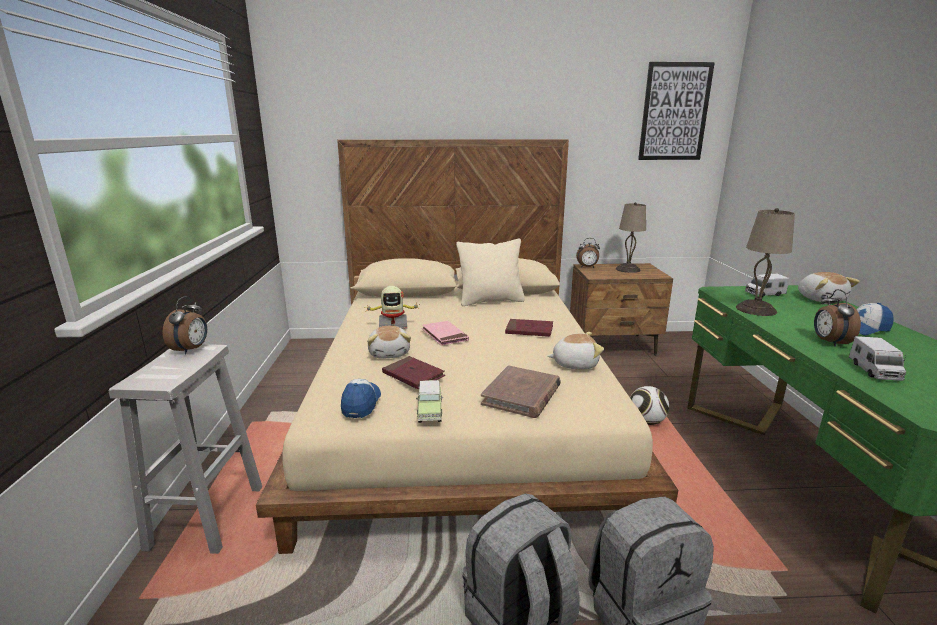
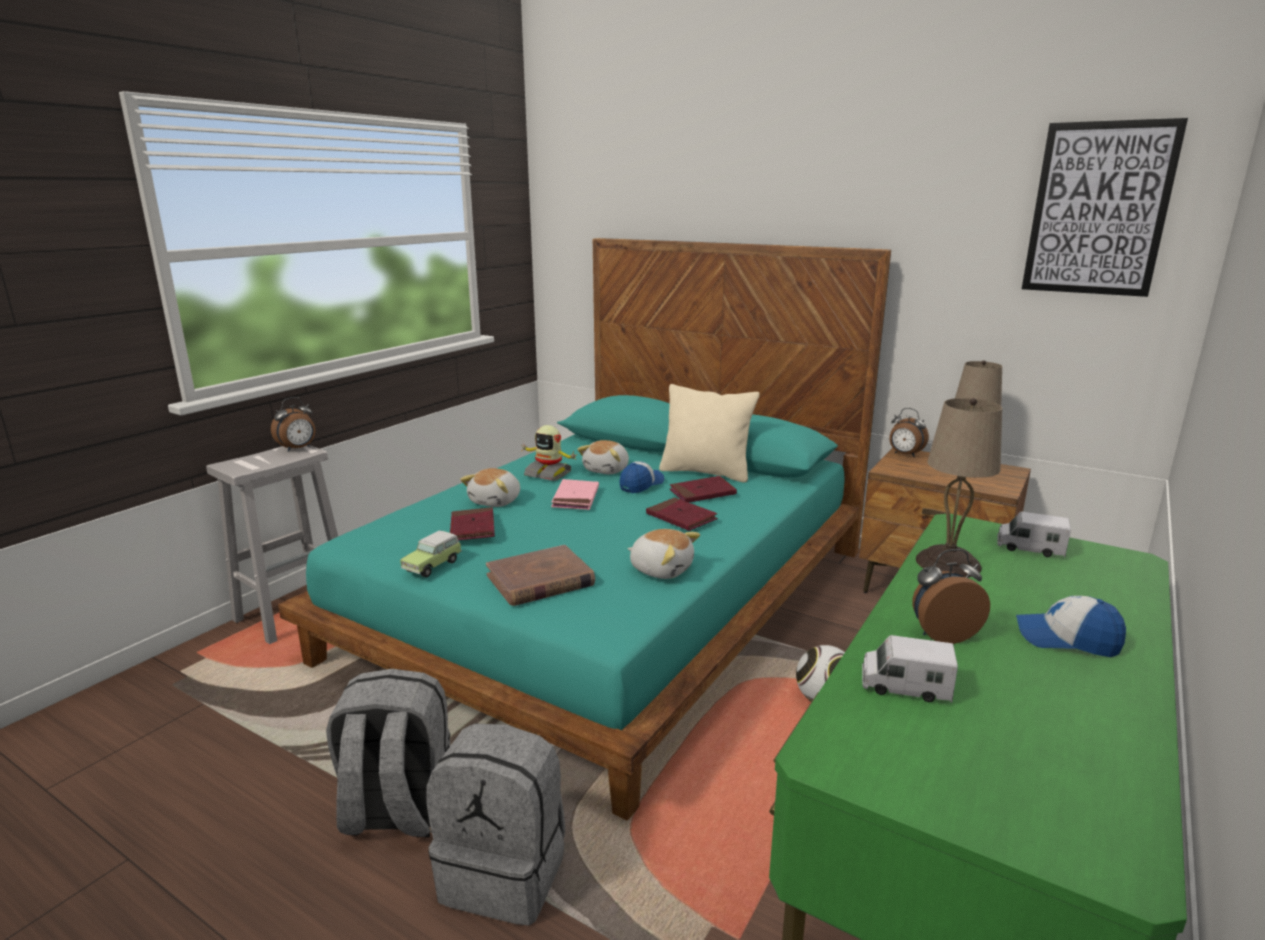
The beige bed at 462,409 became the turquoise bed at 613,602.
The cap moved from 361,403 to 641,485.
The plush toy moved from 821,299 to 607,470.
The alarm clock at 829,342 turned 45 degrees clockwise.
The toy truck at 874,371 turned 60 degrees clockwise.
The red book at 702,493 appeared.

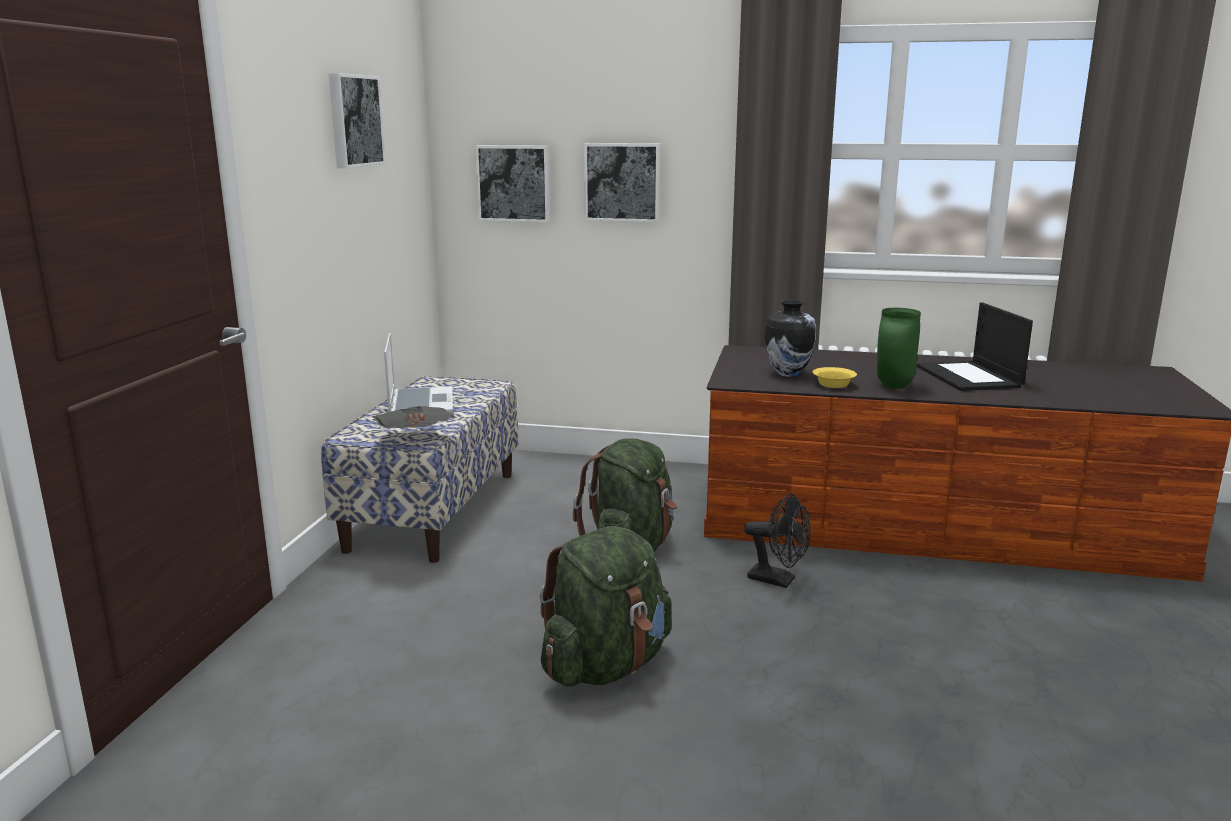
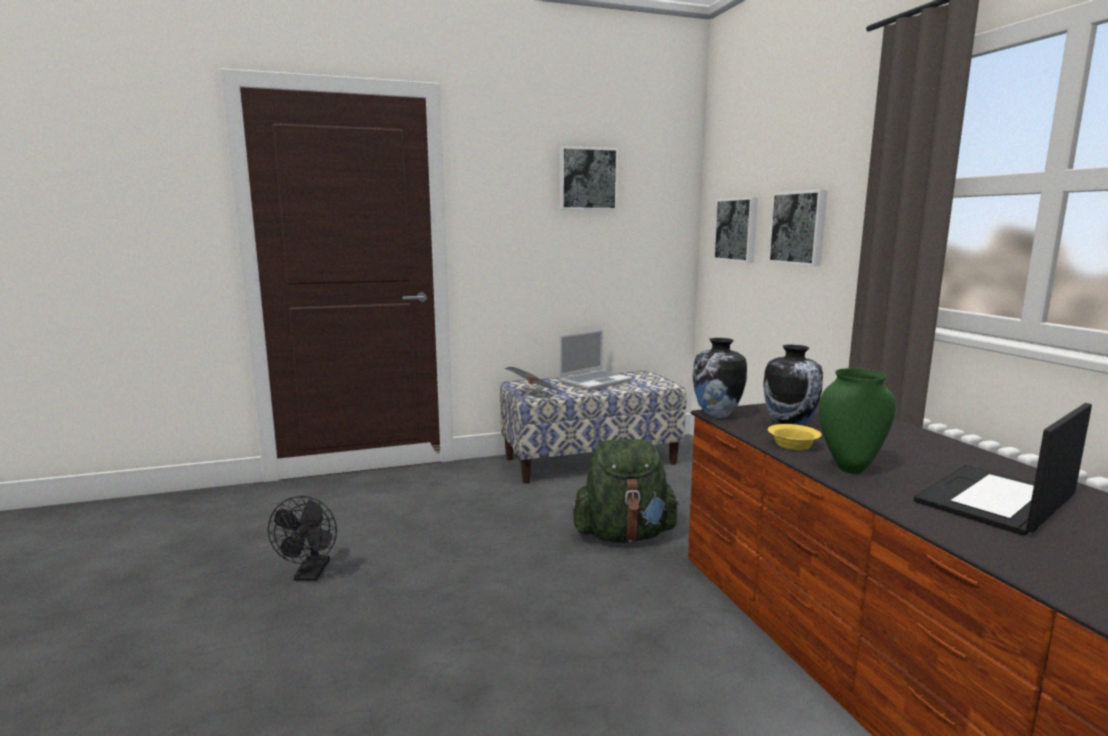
The green backpack at 606,666 disappeared.
The black fan moved from 778,580 to 310,574.
The vase at 716,415 appeared.

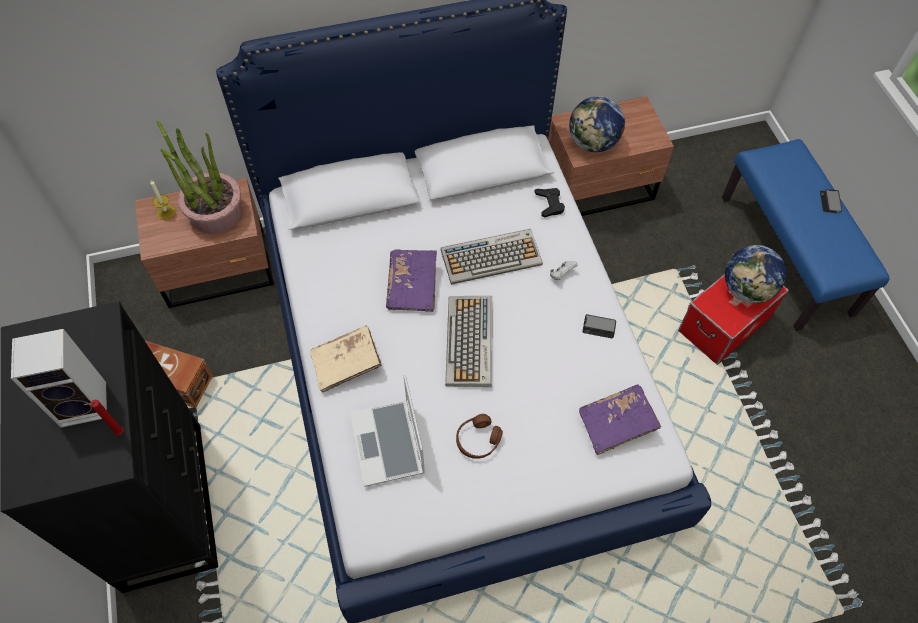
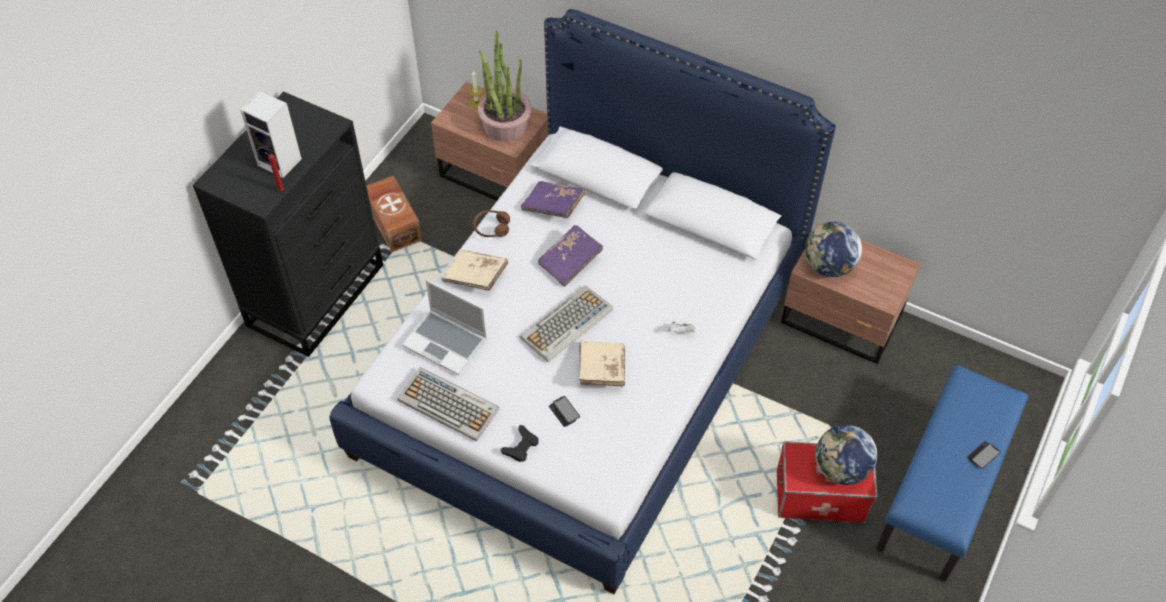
The laptop at 389,444 turned 90 degrees counterclockwise.
The keyboard moved from 492,257 to 449,404.
The brown headphones moved from 478,440 to 492,228.
The black game controller moved from 549,204 to 521,446.
The purple book moved from 616,424 to 553,206.
The phone moved from 599,327 to 564,412.
The beige book at 601,369 appeared.

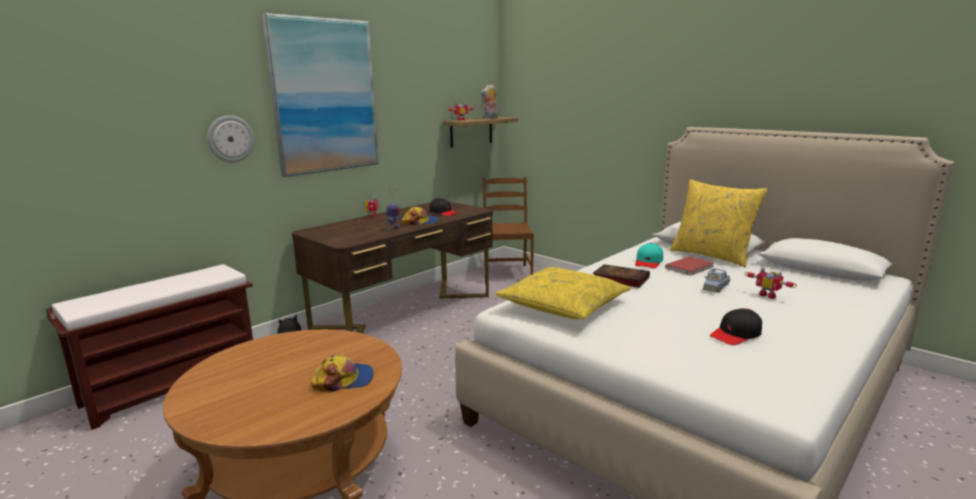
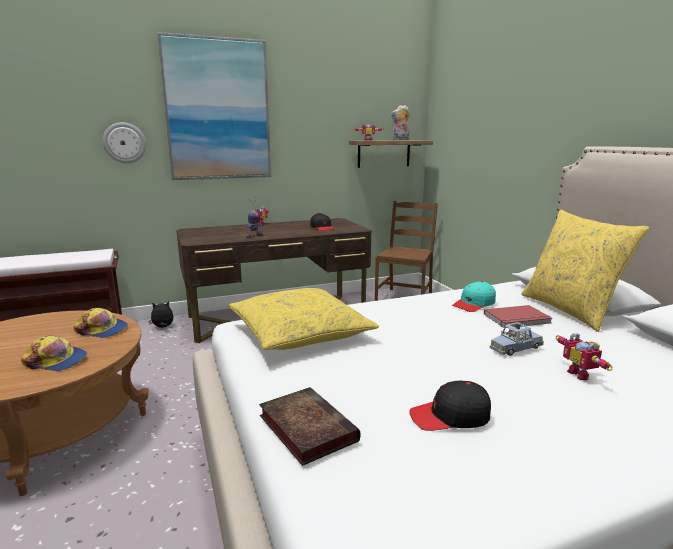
The cap moved from 420,222 to 102,330.
The book moved from 619,279 to 305,427.

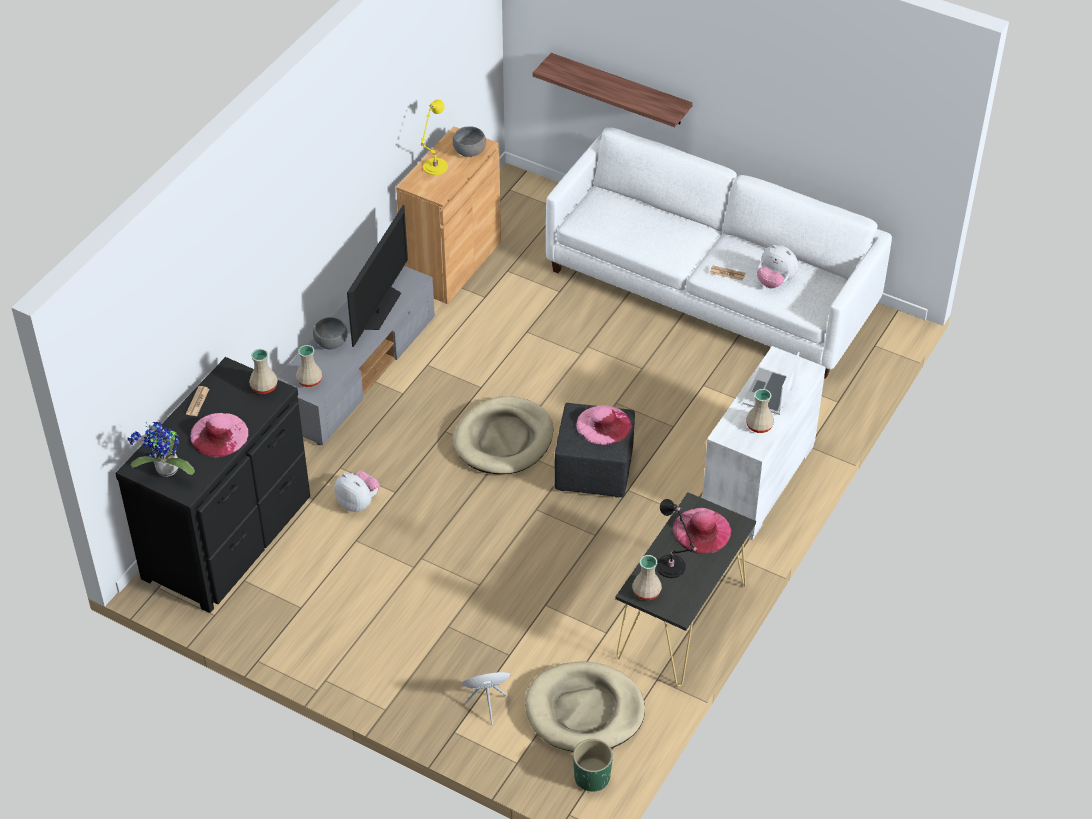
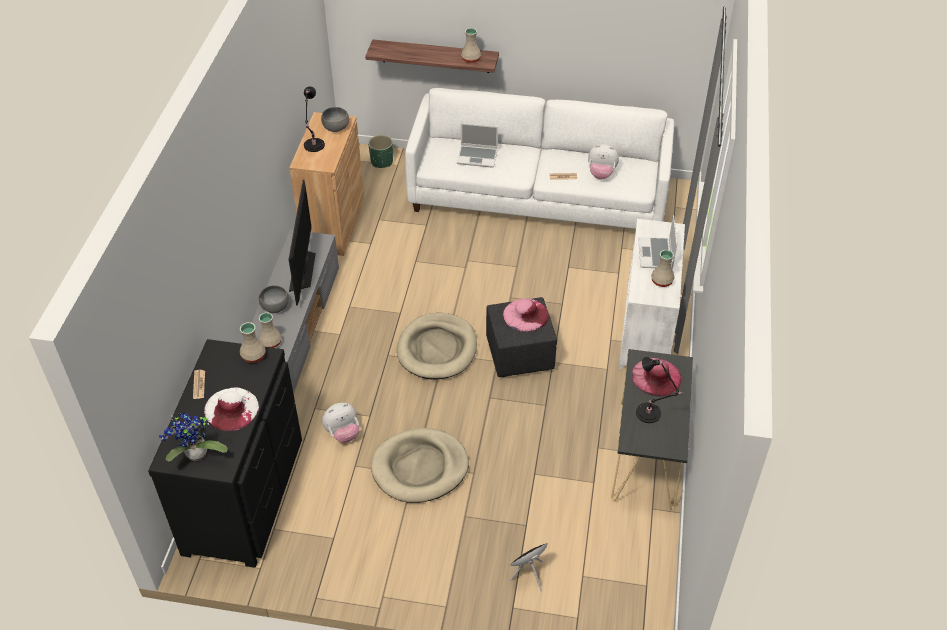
The pink hat at 219,435 became the white hat at 231,409.
The plush toy at 358,503 turned 135 degrees clockwise.
The yellow table lamp at 434,168 became the black table lamp at 313,146.
The beige dog bed moved from 584,711 to 420,468.
The green planter moved from 591,777 to 381,162.
The beige vase moved from 646,592 to 470,59.
The laptop at 477,157 appeared.

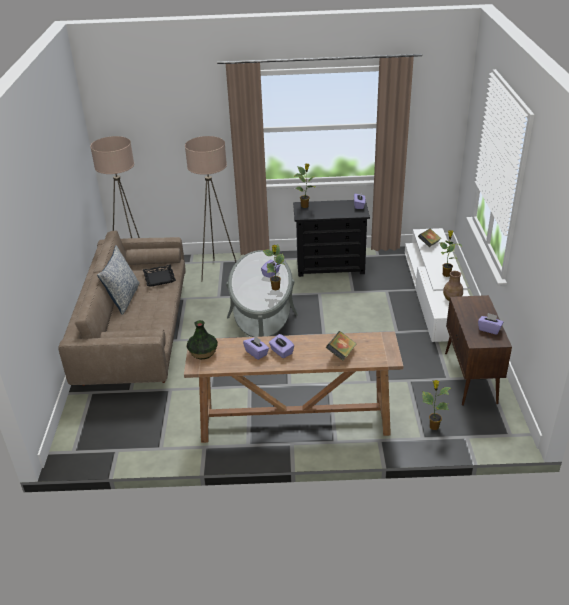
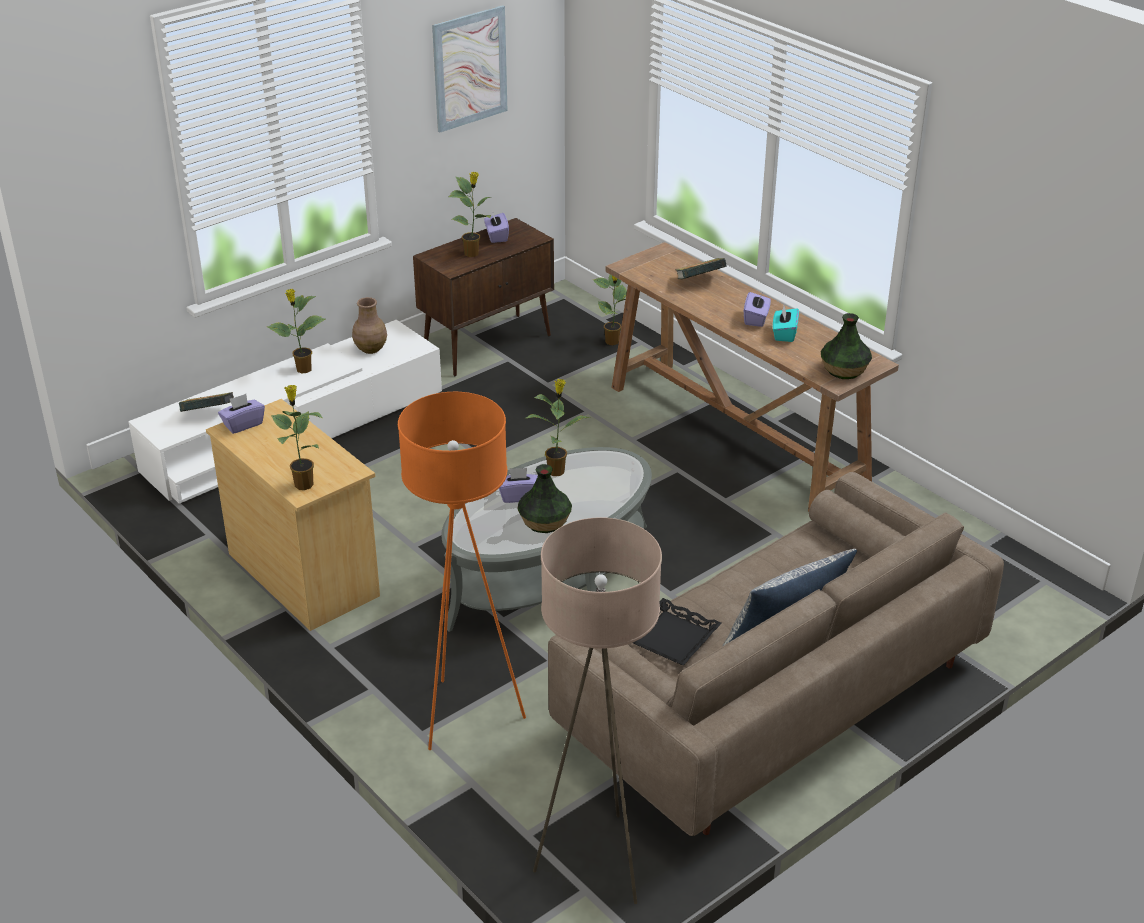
The beige floor lamp at 218,271 became the orange floor lamp at 466,716.
The purple tissue box at 256,353 became the turquoise tissue box at 784,334.
The black dresser at 330,266 became the beige dresser at 303,574.
The picture at 470,68 appeared.
The potted plant at 472,253 appeared.
The vase at 545,522 appeared.

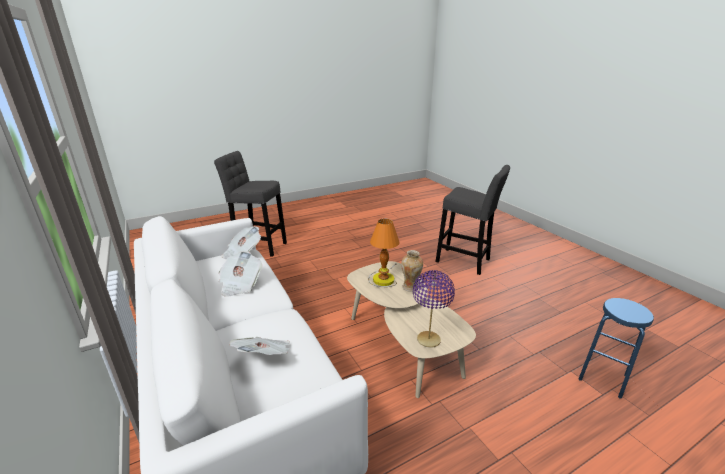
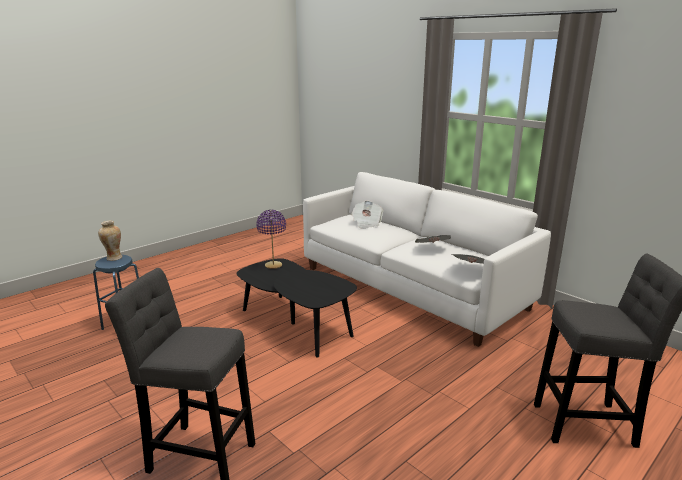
The beige coffee table at 402,344 became the black coffee table at 295,323.
The table lamp at 383,278 disappeared.
The vase moved from 410,287 to 114,258.

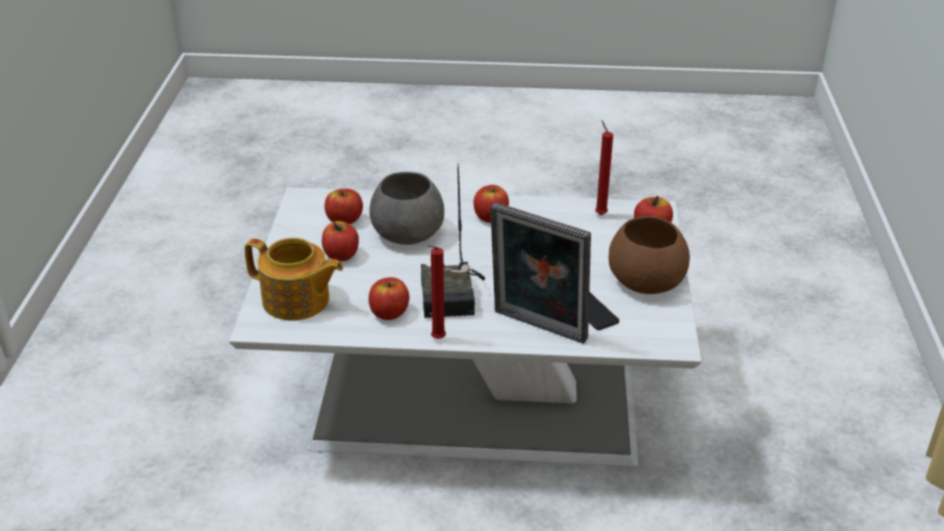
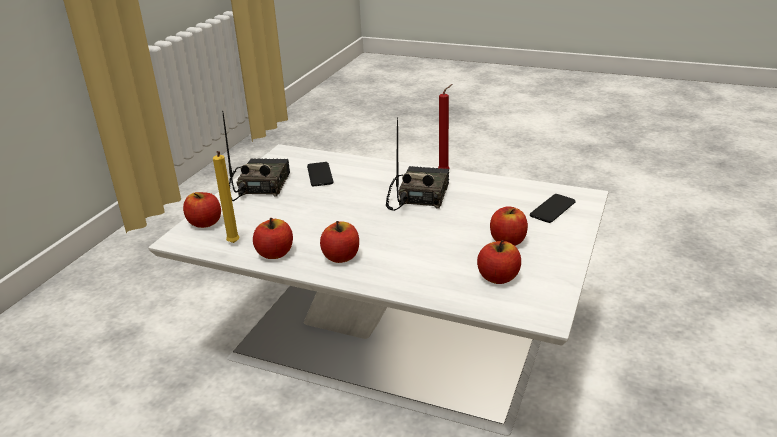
The teapot at 297,301 was replaced by the phone at 552,209.
The grey bowl at 407,234 disappeared.
The apple moved from 389,313 to 275,253.
The picture frame at 537,328 disappeared.
The red candle at 599,214 became the yellow candle at 233,244.
The brown bowl at 647,281 was replaced by the radio at 259,186.

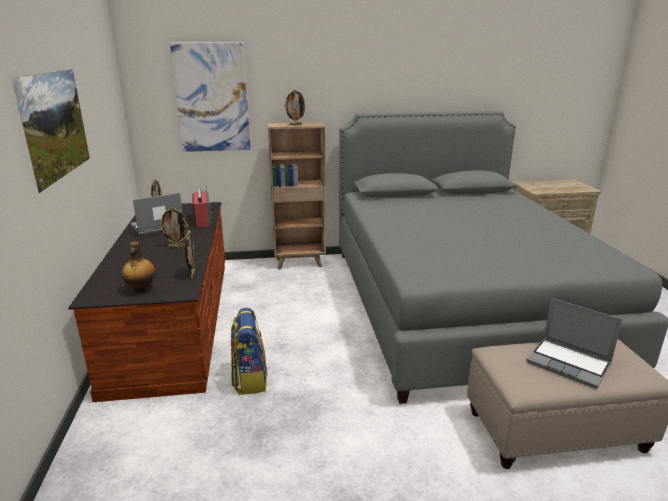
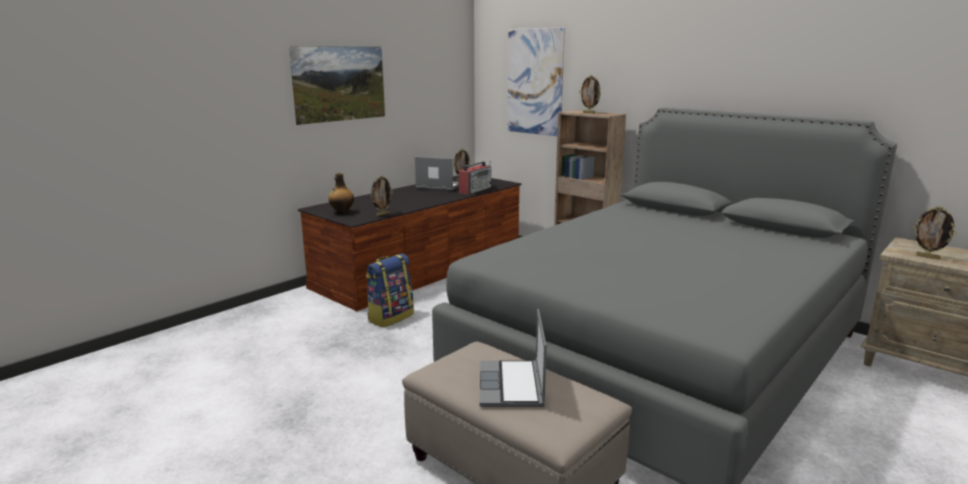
The picture frame moved from 177,246 to 927,257.

